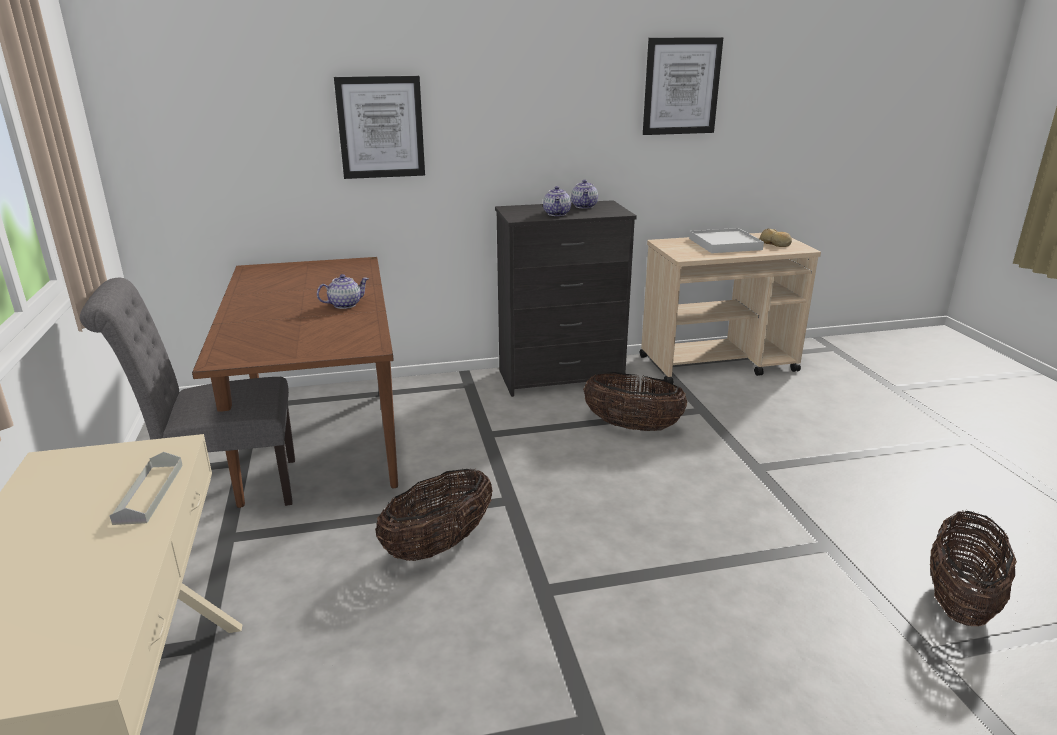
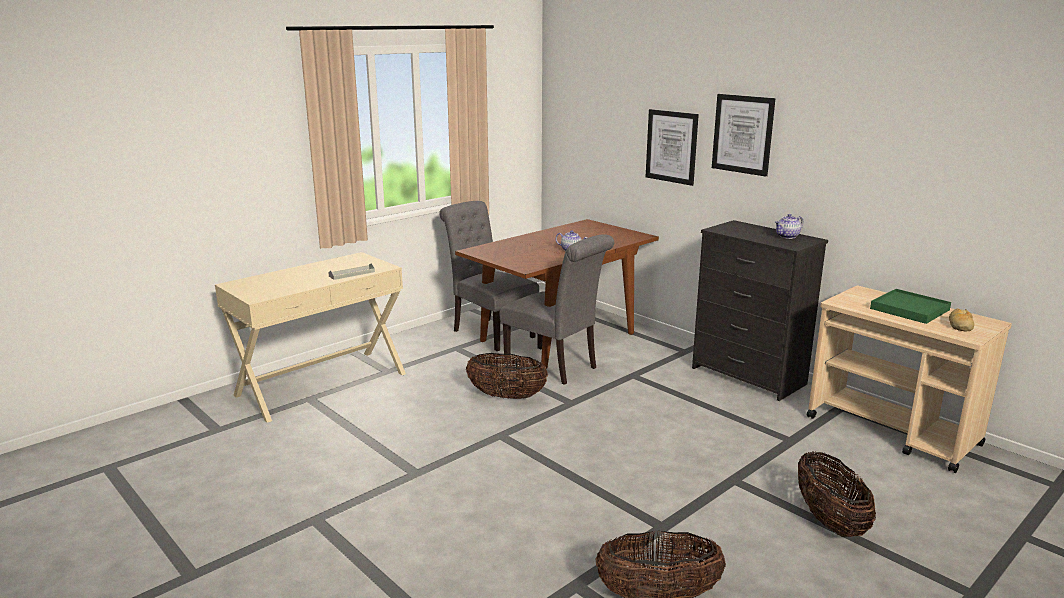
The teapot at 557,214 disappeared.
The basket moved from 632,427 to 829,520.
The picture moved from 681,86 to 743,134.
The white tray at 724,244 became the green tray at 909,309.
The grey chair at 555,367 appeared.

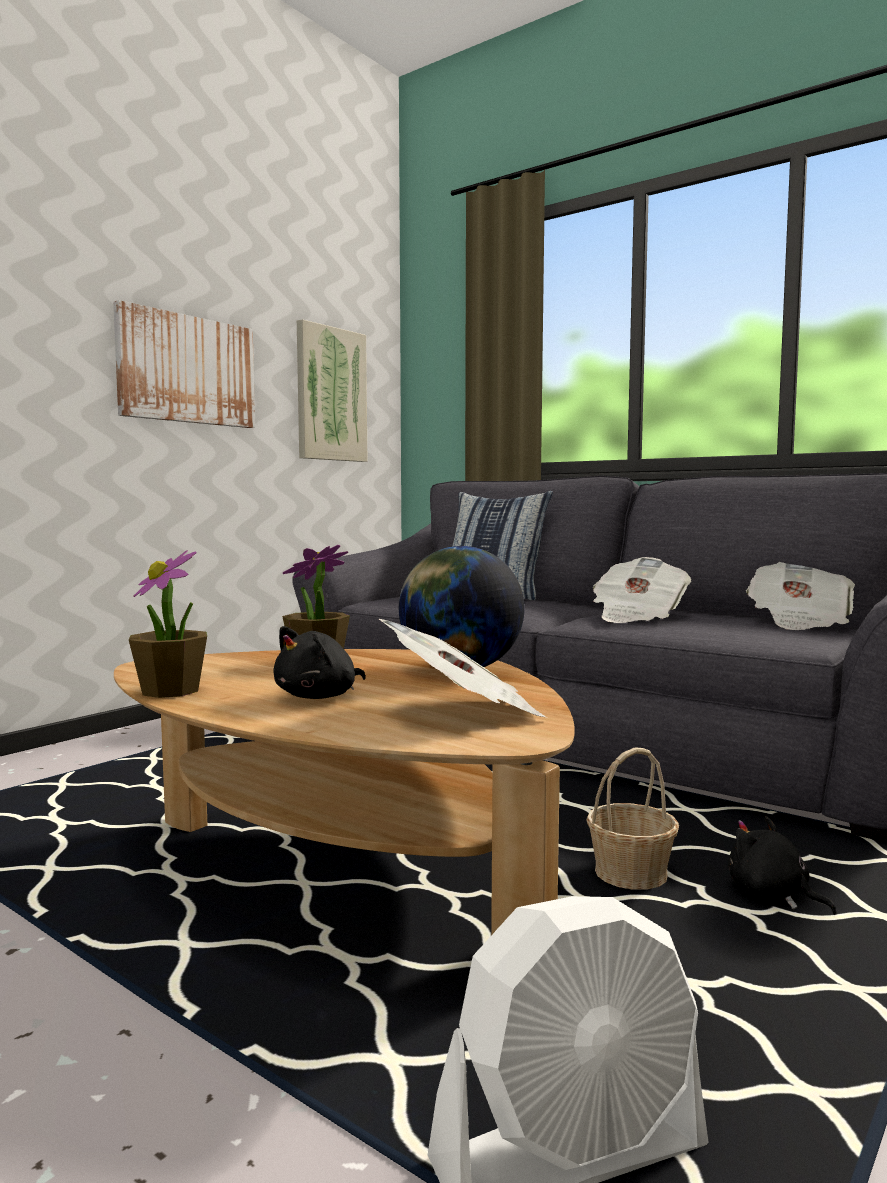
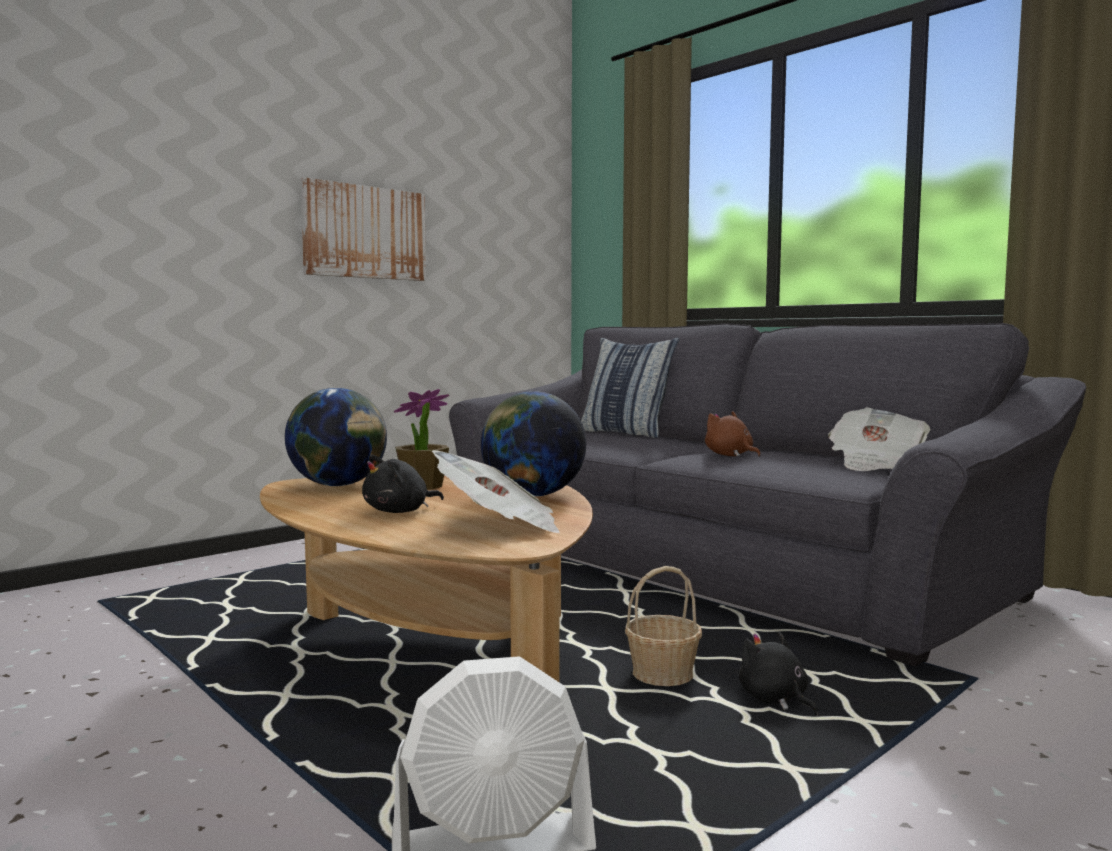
The potted plant at 171,691 disappeared.
The picture at 330,394 disappeared.
The newspaper at 637,617 was replaced by the brown plush toy at 730,455.
The globe at 338,485 appeared.

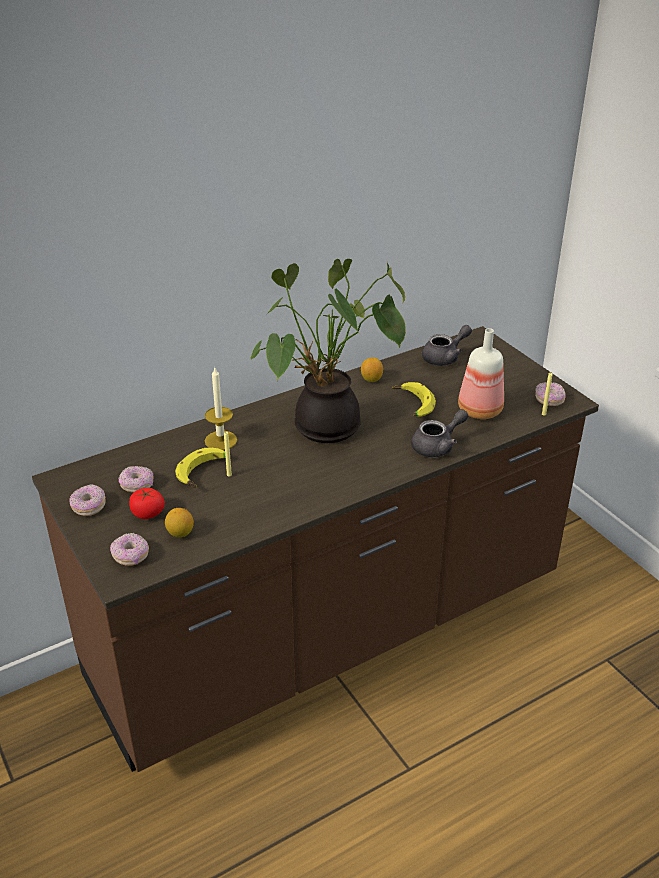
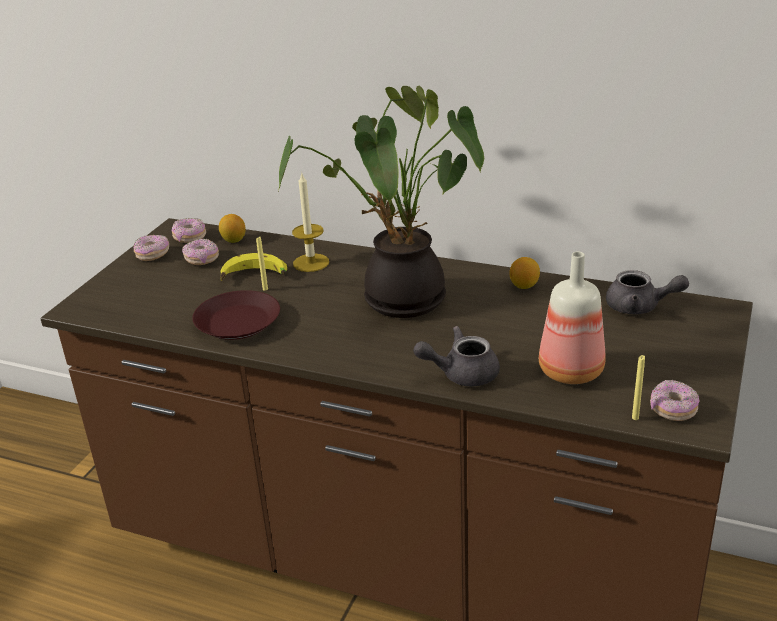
The donut moved from 131,556 to 190,237.
The tomato at 147,512 disappeared.
The lemon moved from 180,533 to 233,240.
The banana at 412,405 disappeared.
The grey teapot at 438,446 turned 150 degrees clockwise.
The brown plate at 239,322 appeared.

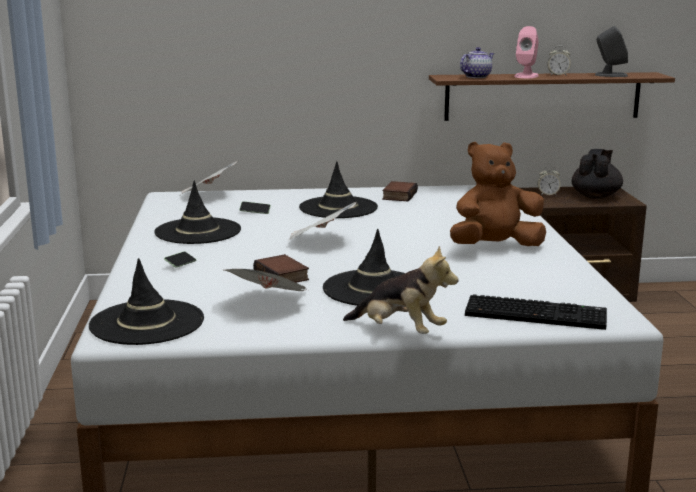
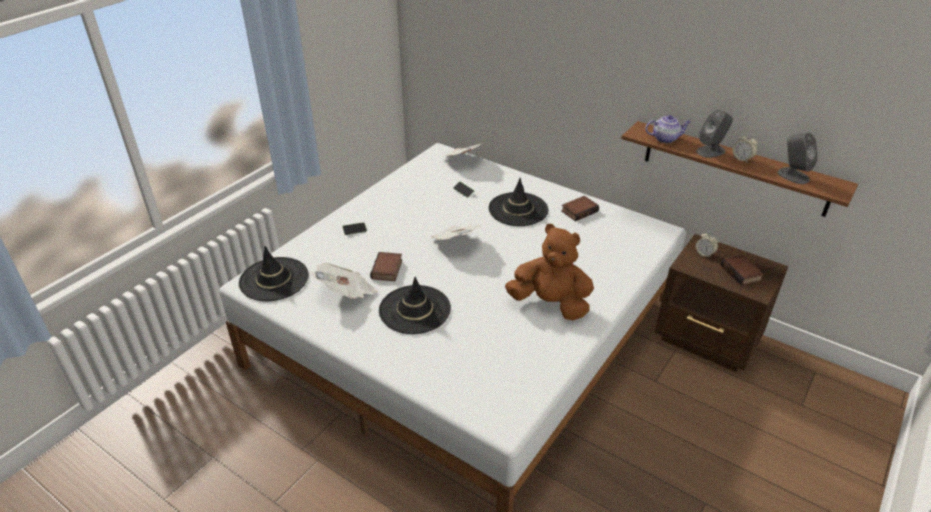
The black hat at 198,231 disappeared.
The plush toy at 399,331 disappeared.
The keyboard at 537,314 disappeared.
The pink speaker at 526,76 became the grey speaker at 711,151.
The black teapot at 595,196 was replaced by the book at 742,273.

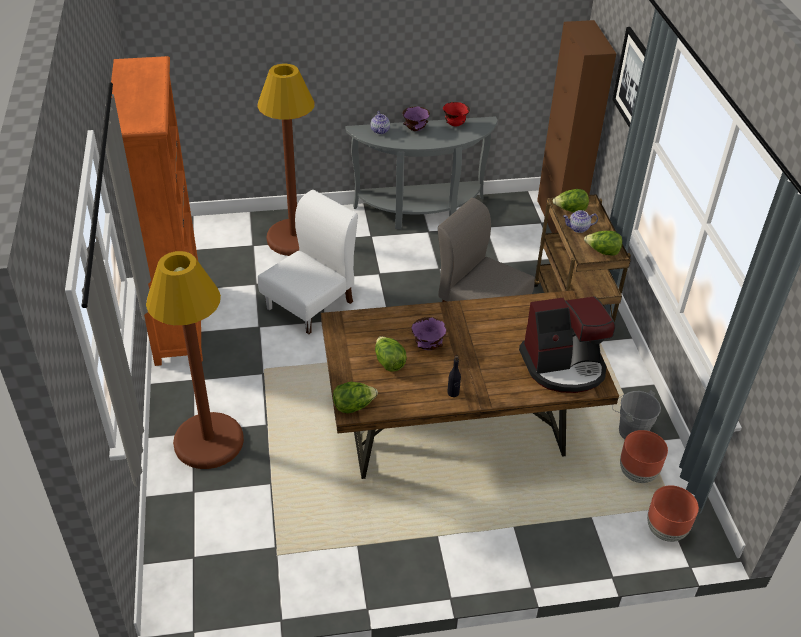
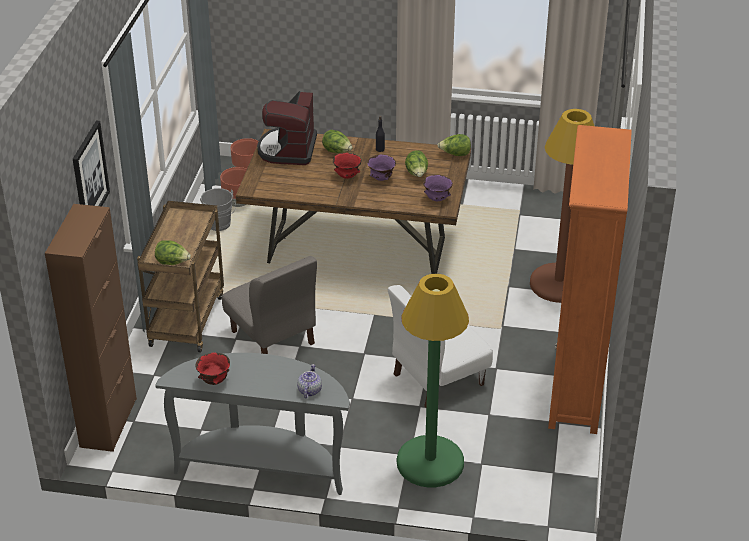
The brown floor lamp at 294,238 became the green floor lamp at 430,462.
The purple bowl moved from 415,129 to 437,199.
The coffee machine at 564,366 turned 90 degrees counterclockwise.
The teapot at 578,228 disappeared.
The lettuce moved from 602,252 to 337,151.
The red bowl at 347,176 appeared.

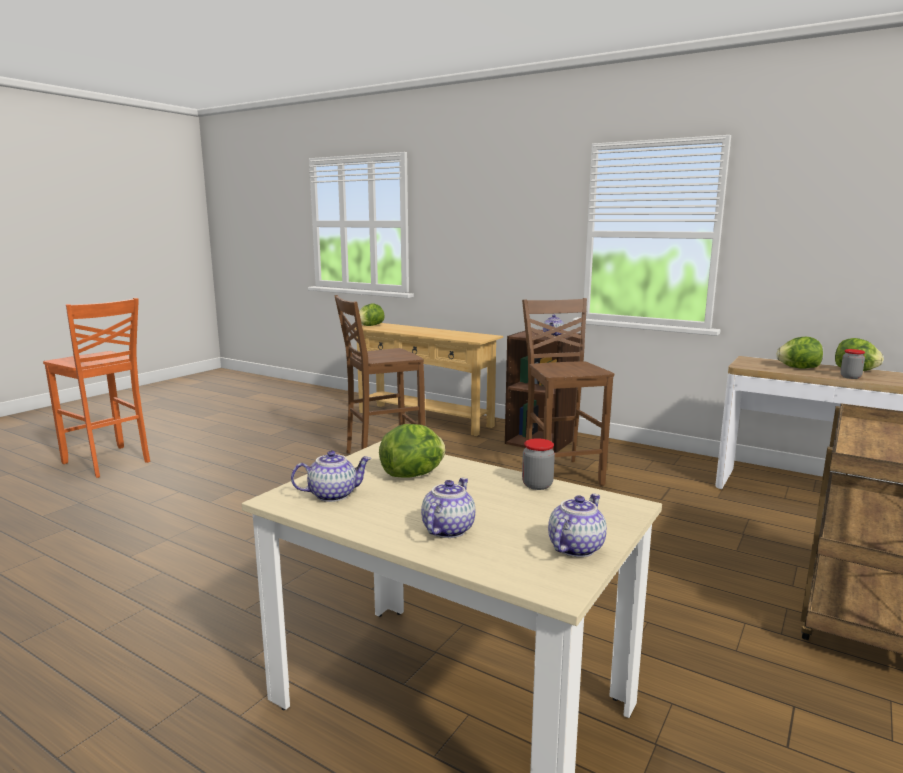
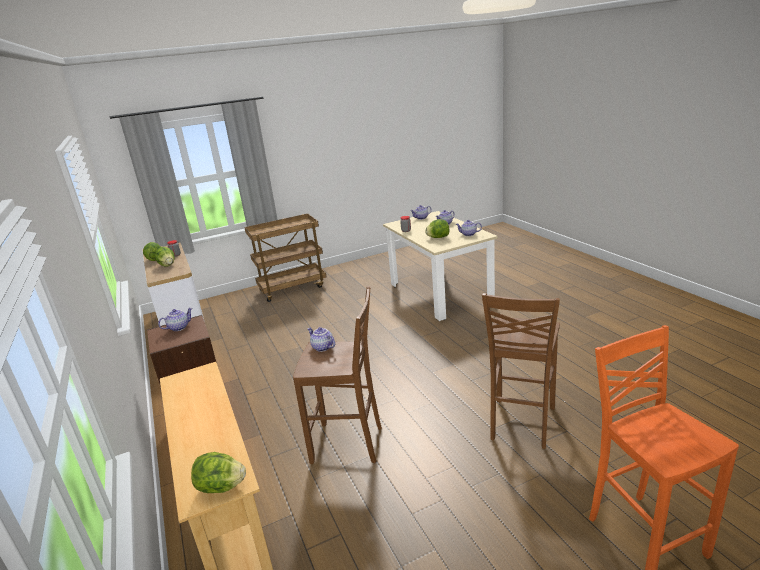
The brown stool moved from 561,474 to 520,424.
The teapot at 322,347 appeared.

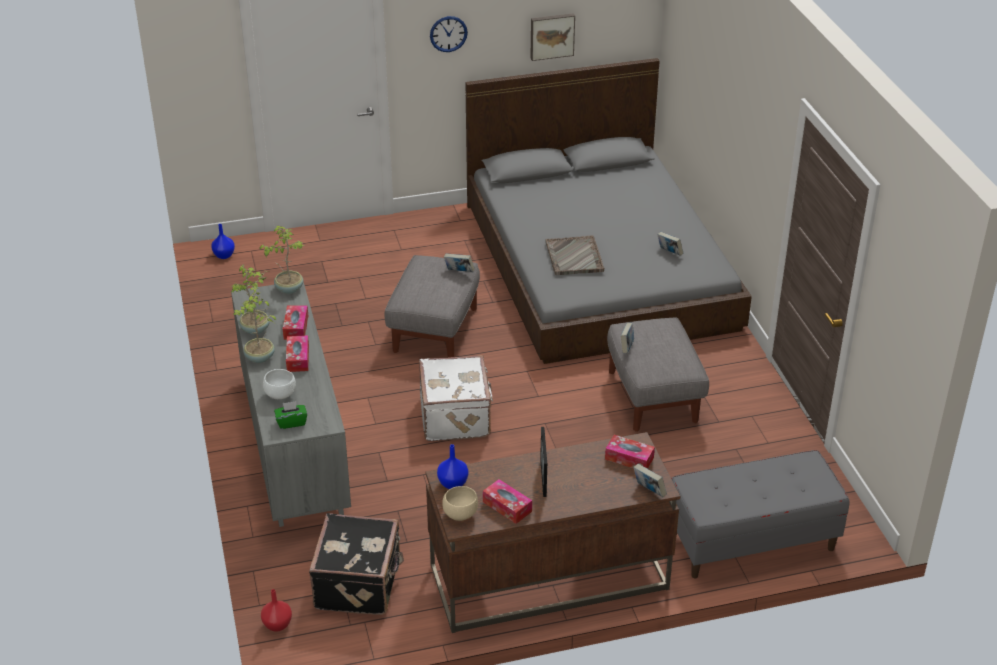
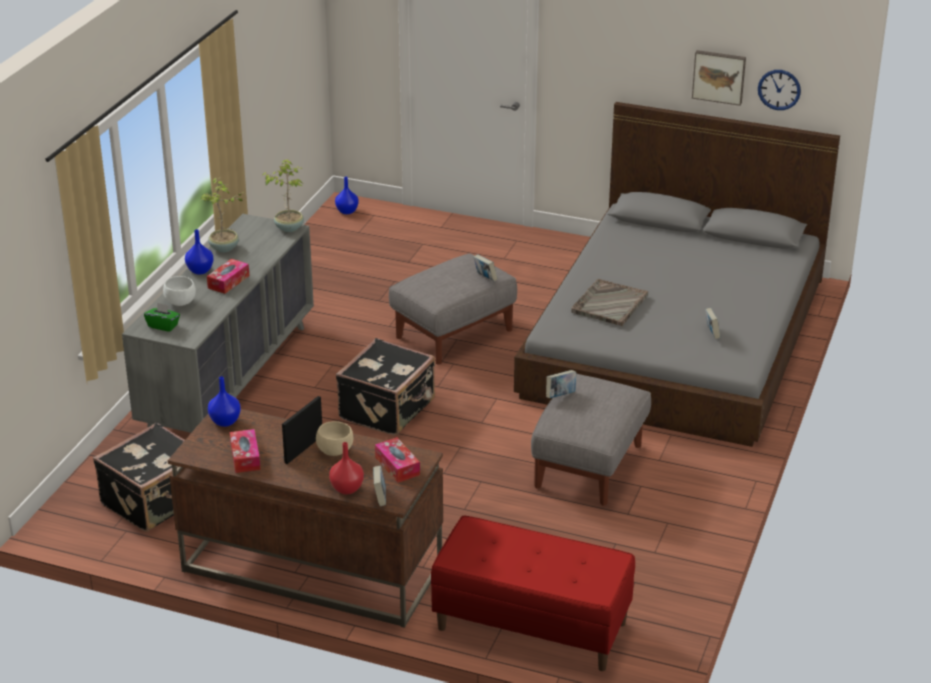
The potted plant at 259,358 was replaced by the blue vase at 200,270.
The red vase moved from 277,624 to 346,488.
The tissue box at 296,327 disappeared.
The white suitcase at 456,416 became the black suitcase at 388,409.
The wall clock moved from 448,34 to 779,89.
The beige bowl moved from 460,514 to 335,451.
The grey bench at 751,542 became the red bench at 531,626.

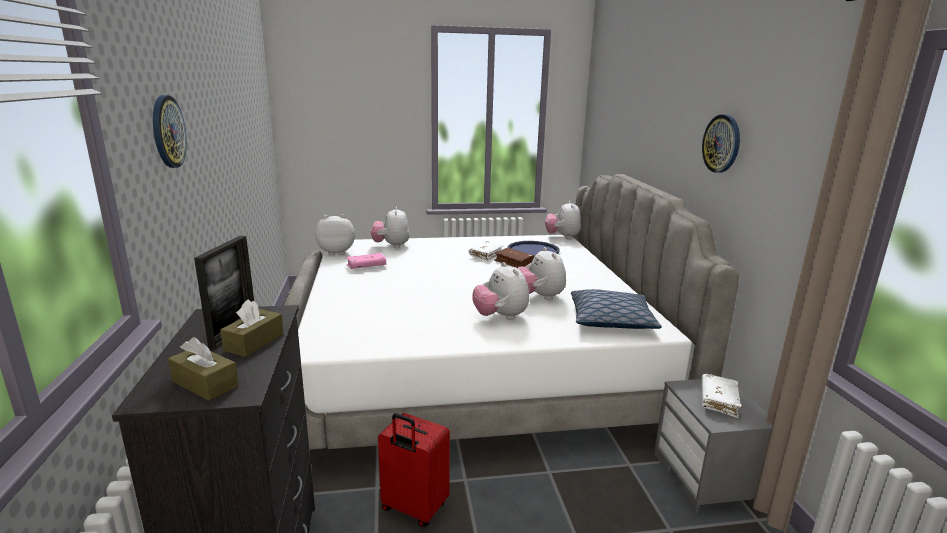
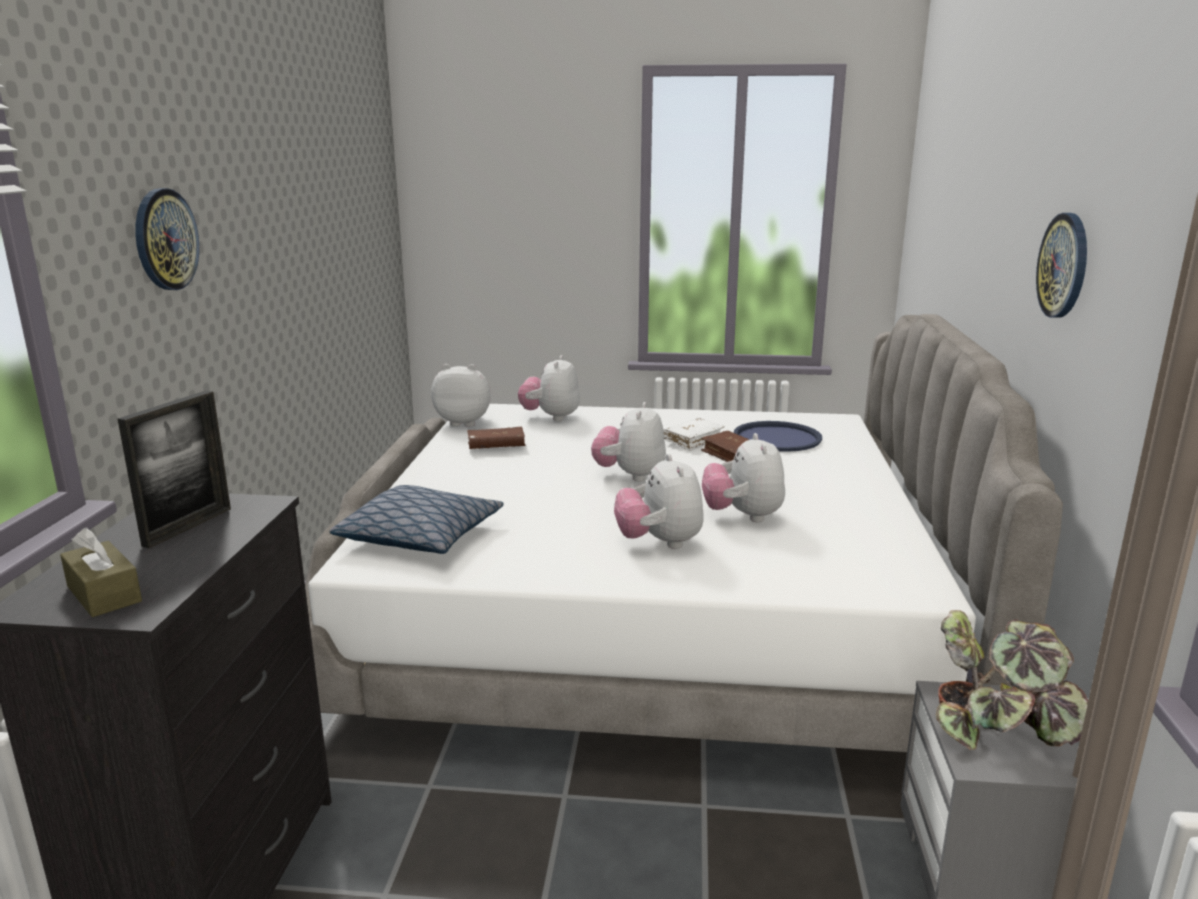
The brown tissue box at 254,342 disappeared.
The pink book at 366,266 became the brown book at 496,447.
The red suitcase at 413,508 disappeared.
The plush toy moved from 562,237 to 630,476.
The pillow moved from 611,320 to 421,536.
The white book at 718,401 was replaced by the potted plant at 999,726.

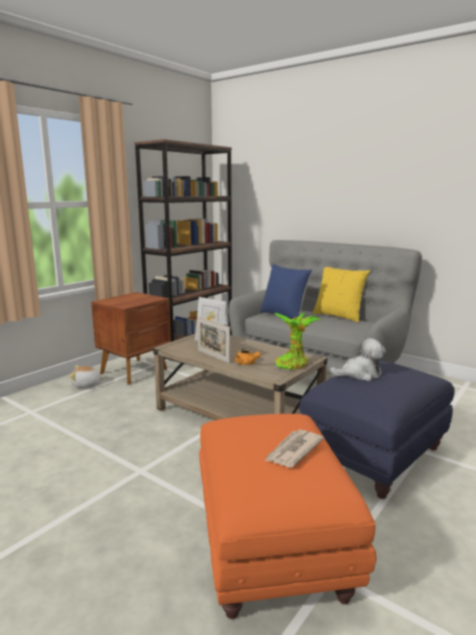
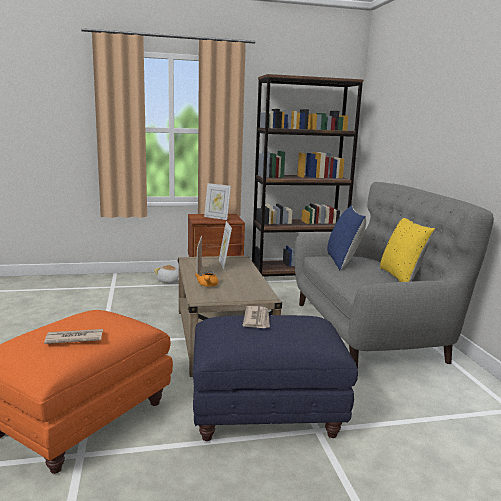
The potted plant at 293,363 disappeared.
The plush toy at 360,374 was replaced by the newspaper at 257,319.
The picture frame at 217,218 appeared.

